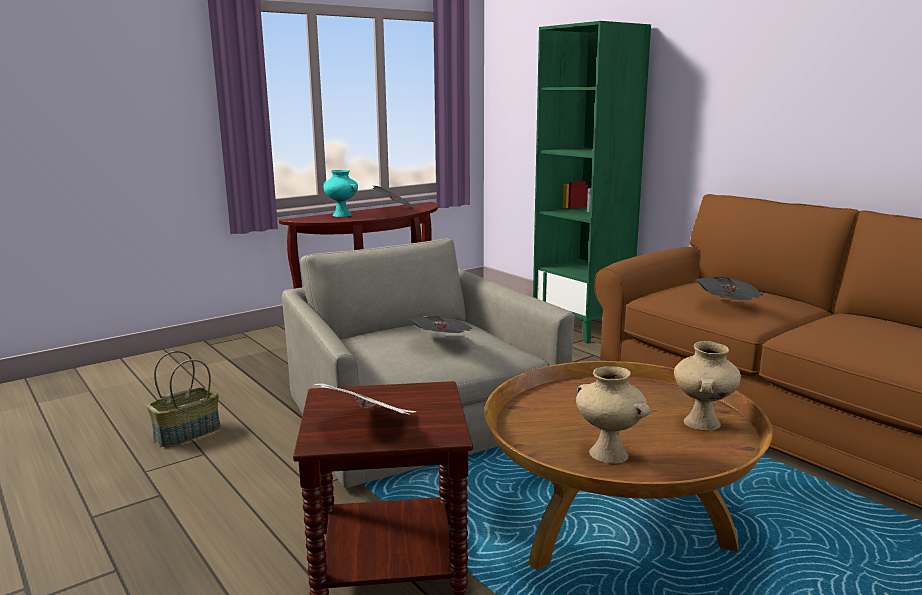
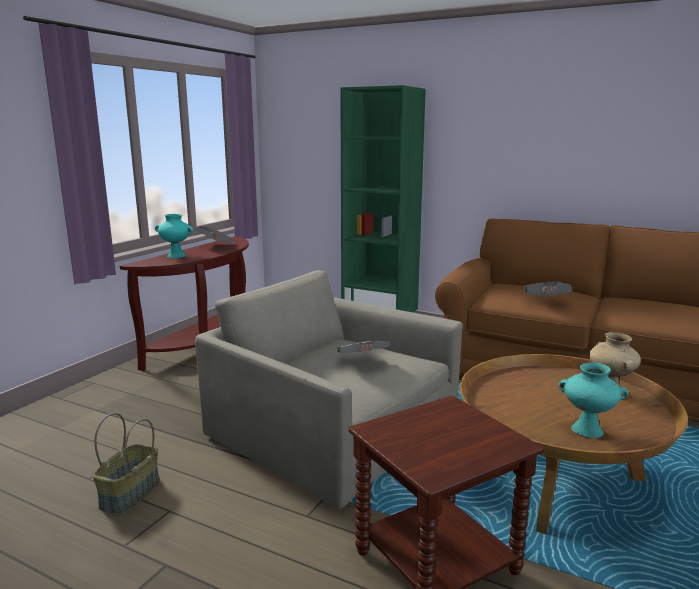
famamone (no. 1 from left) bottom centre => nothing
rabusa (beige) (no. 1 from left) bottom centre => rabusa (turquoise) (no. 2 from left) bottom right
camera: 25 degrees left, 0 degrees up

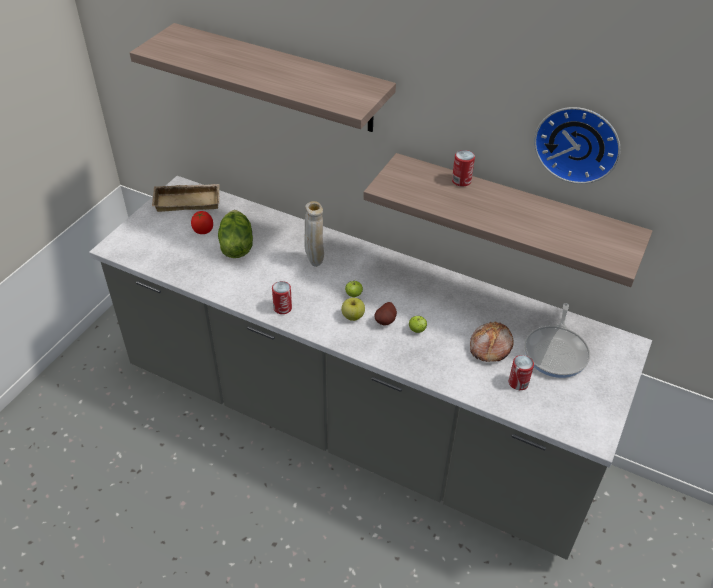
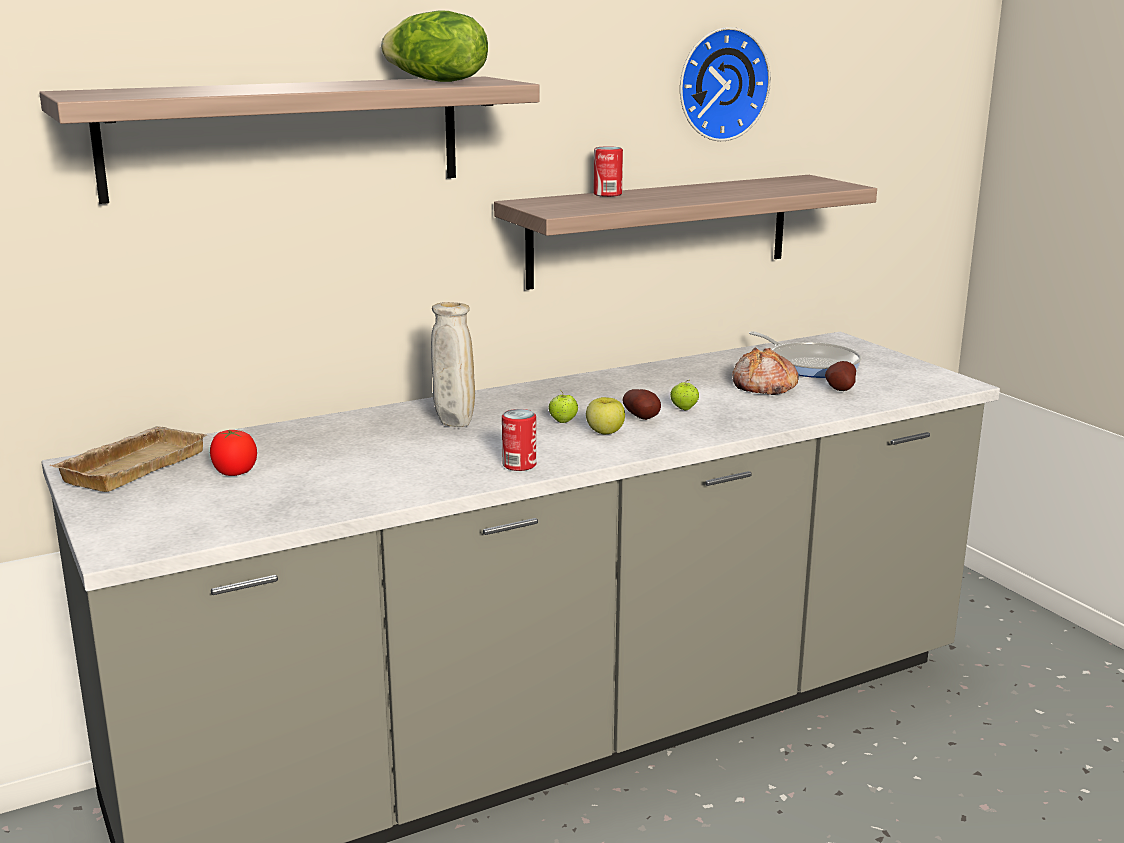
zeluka middle left => zeluka top centre, relocated
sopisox (no. 3 from left) middle right => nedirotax (no. 2 from left) middle right
camera: 55 degrees left, 25 degrees down

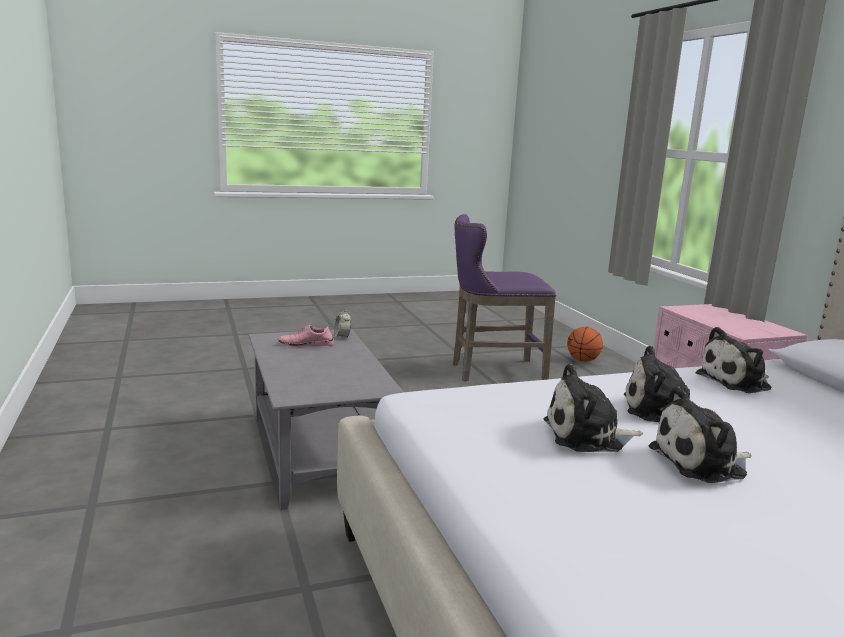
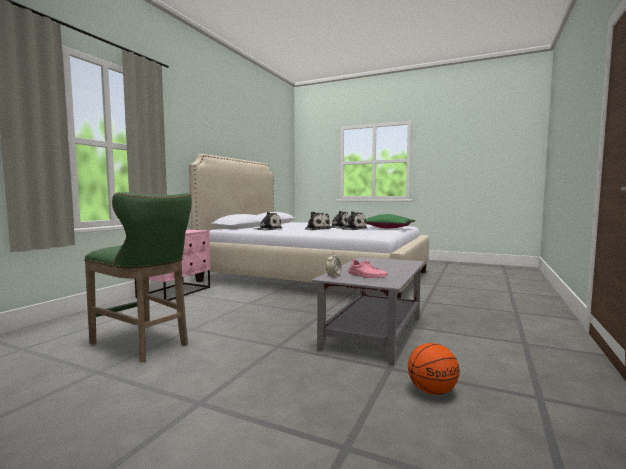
nothing => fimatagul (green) centre
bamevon middle right => bamevon bottom right, relocated
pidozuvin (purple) centre => pidozuvin (green) middle left
camera: 135 degrees left, 10 degrees down

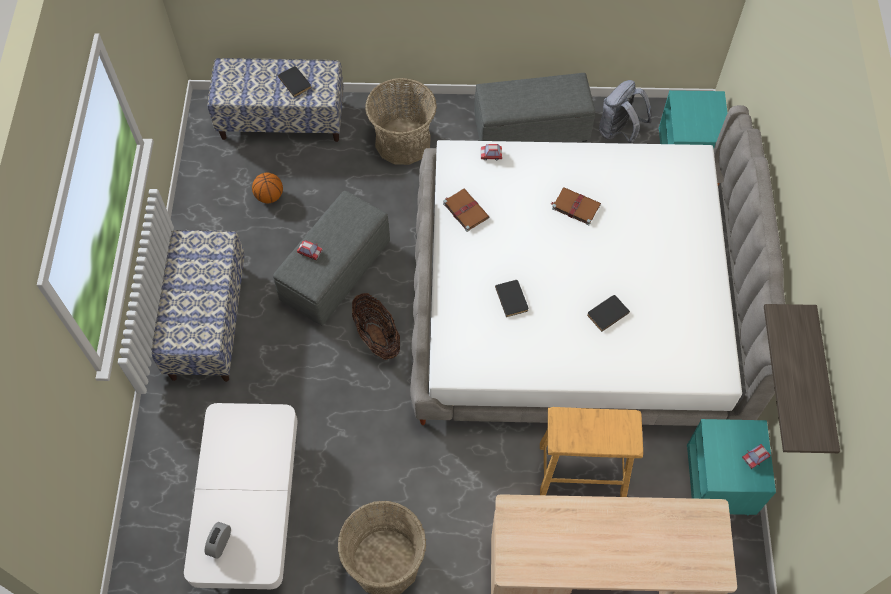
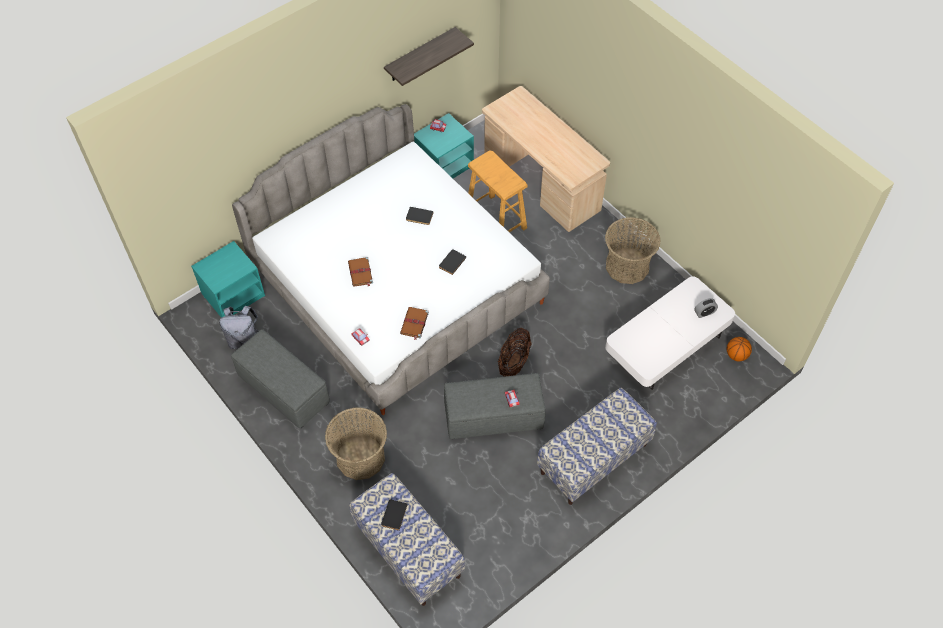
bamevon top left => bamevon middle right, relocated
camera: 130 degrees left, 5 degrees down

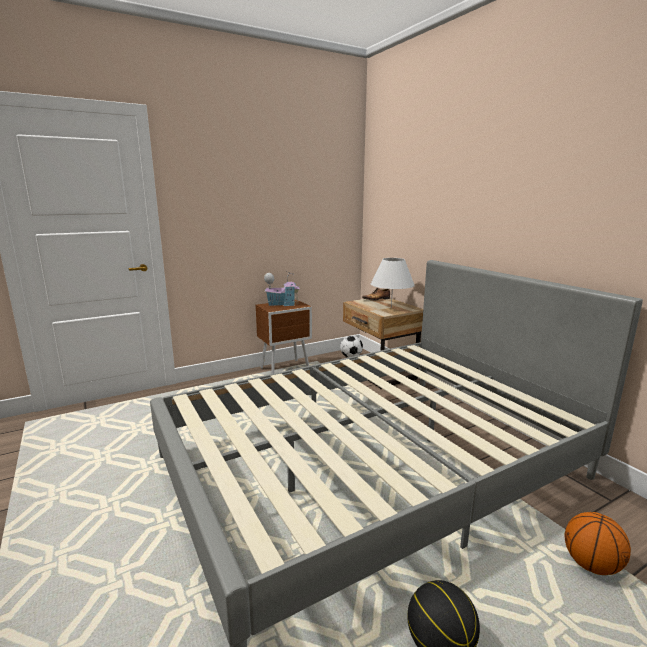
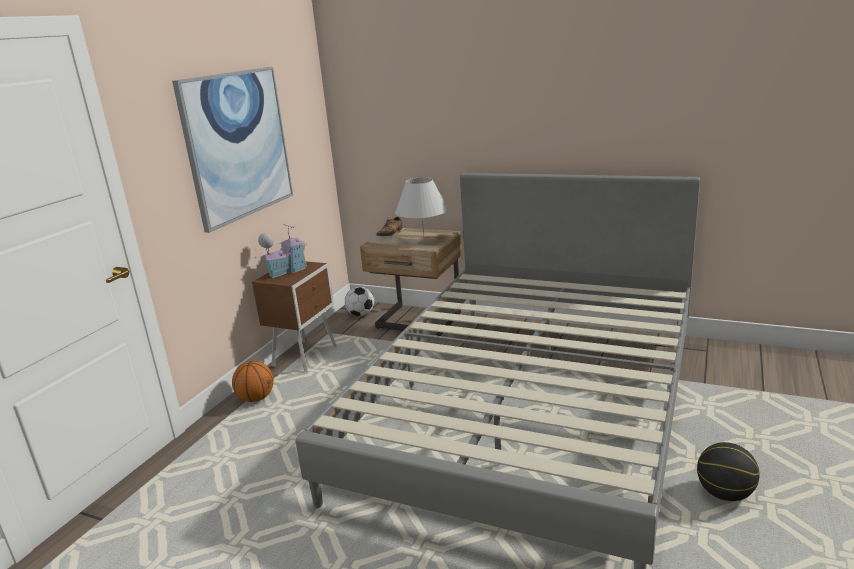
nothing => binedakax top left
bamevon (no. 2 from left in the first image) bottom right => bamevon (no. 1 from left) bottom left, relocated
camera: 35 degrees left, 5 degrees up

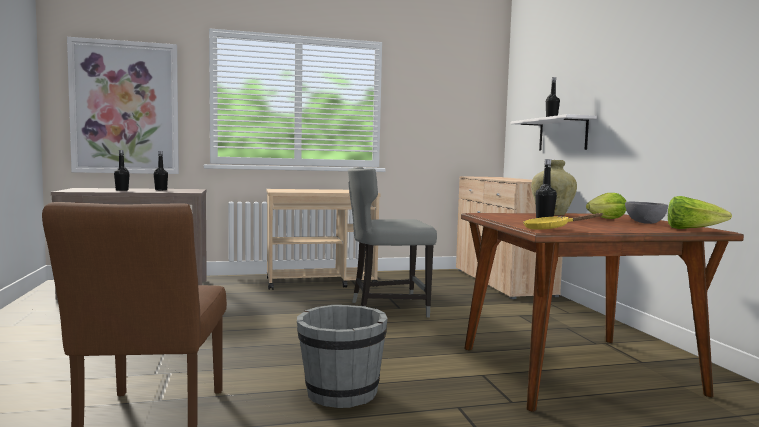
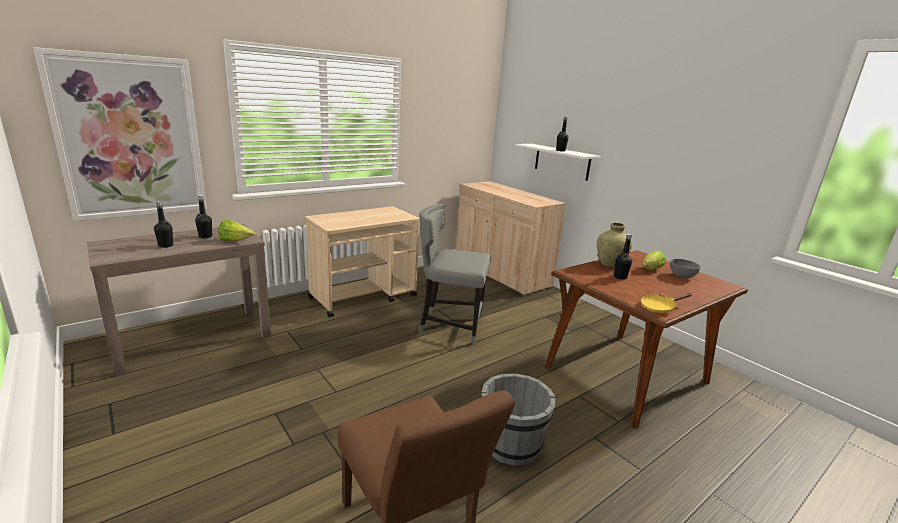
zeluka (no. 2 from left in the first image) middle right => zeluka (no. 1 from left) middle left, relocated
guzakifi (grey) centre, 45 degrees clockwise
camera: 25 degrees left, 15 degrees up

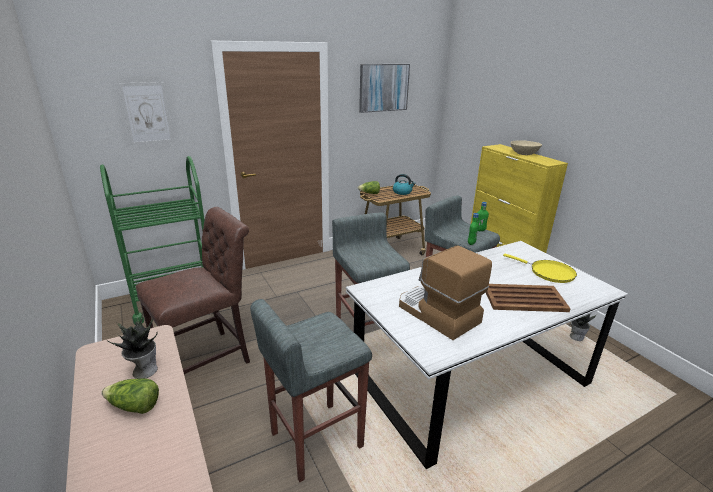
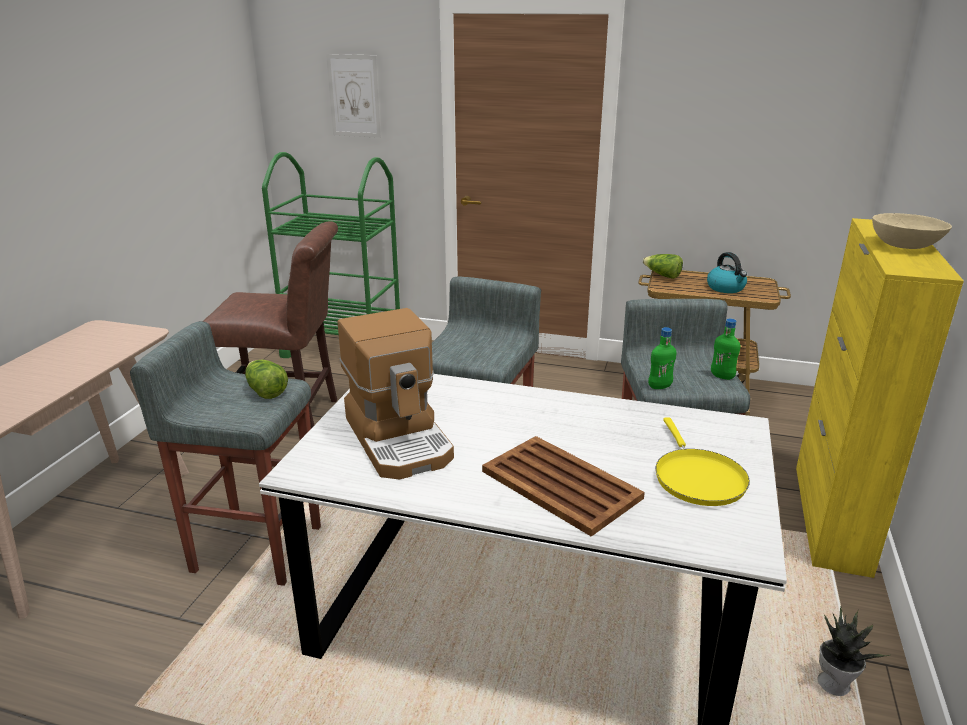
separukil (no. 1 from left) bottom left => nothing
binedakax (no. 2 from left) top centre => nothing
zeluka (no. 1 from left) bottom left => zeluka (no. 1 from left) middle left, relocated
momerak centre, 150 degrees clockwise
camera: 45 degrees right, 0 degrees up

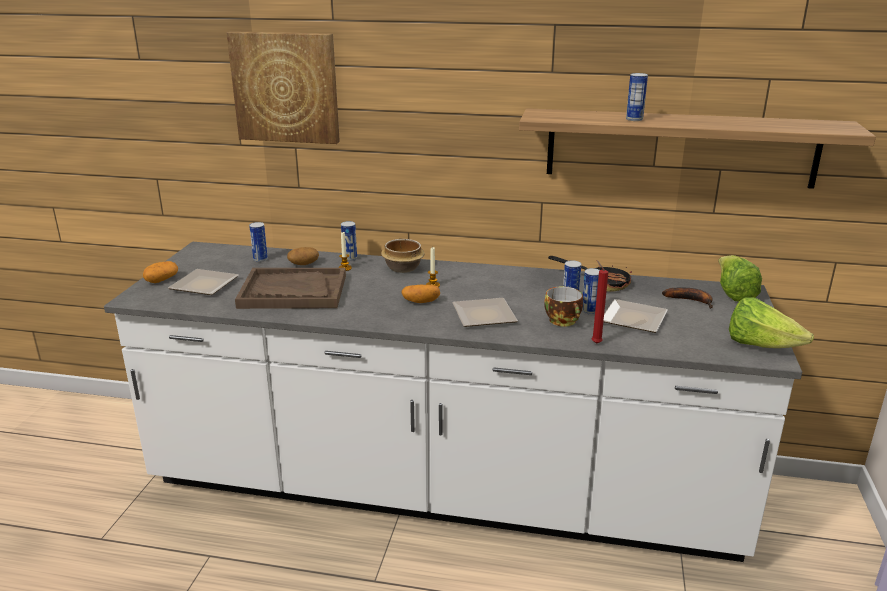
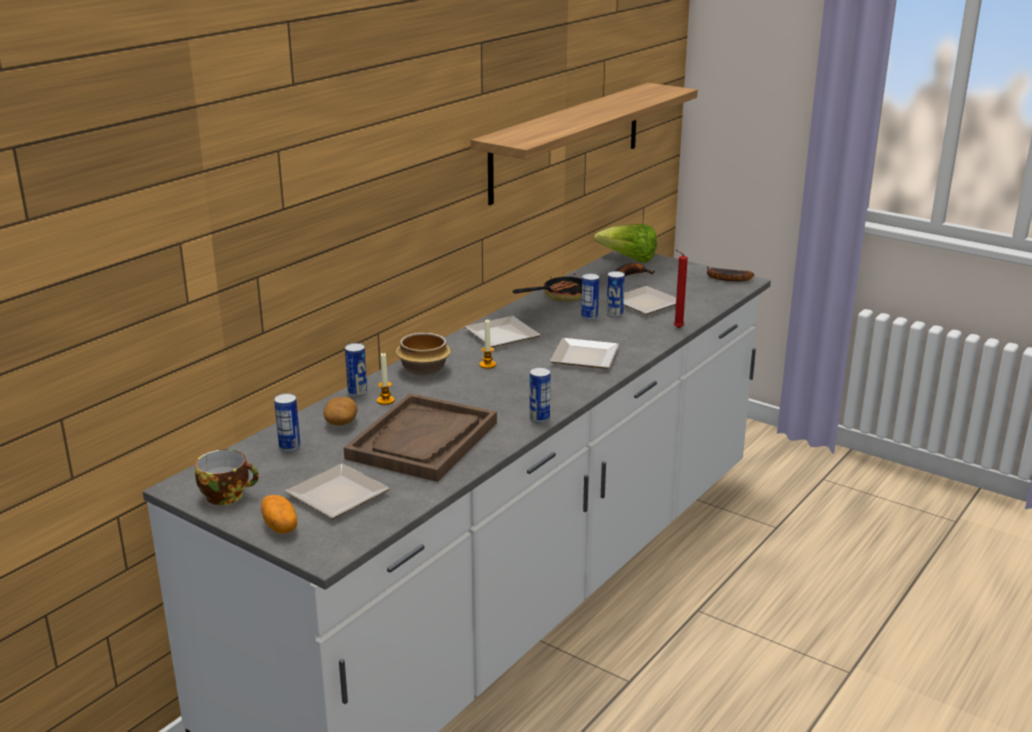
binedakax top left => nothing
nedirotax (no. 3 from left) centre => nothing
nothing => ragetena (no. 2 from left) centre
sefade centre => sefade middle left, relocated
sopisox (no. 5 from left in the first image) top right => sopisox (no. 3 from left) centre, relocated
zeluka (no. 2 from left) middle right => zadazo (no. 2 from left) middle right
camera: 65 degrees left, 0 degrees up

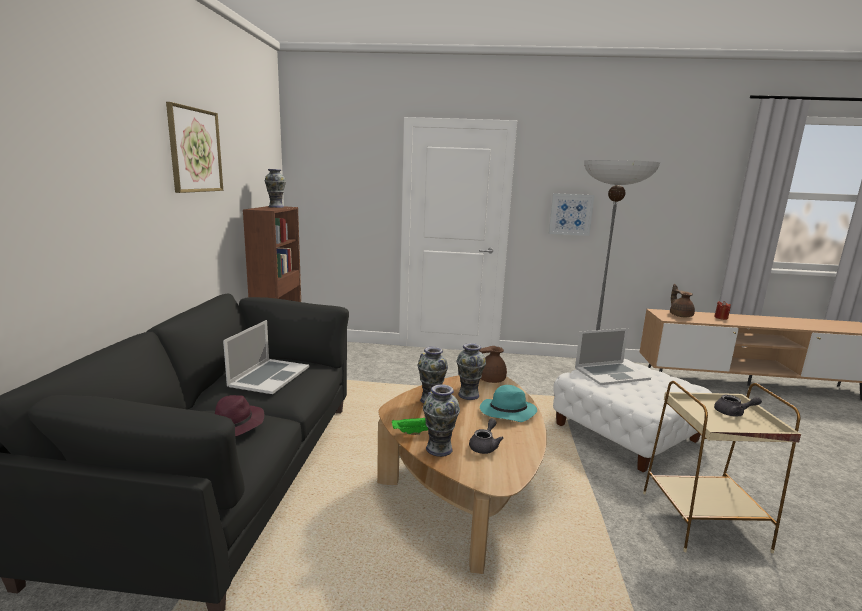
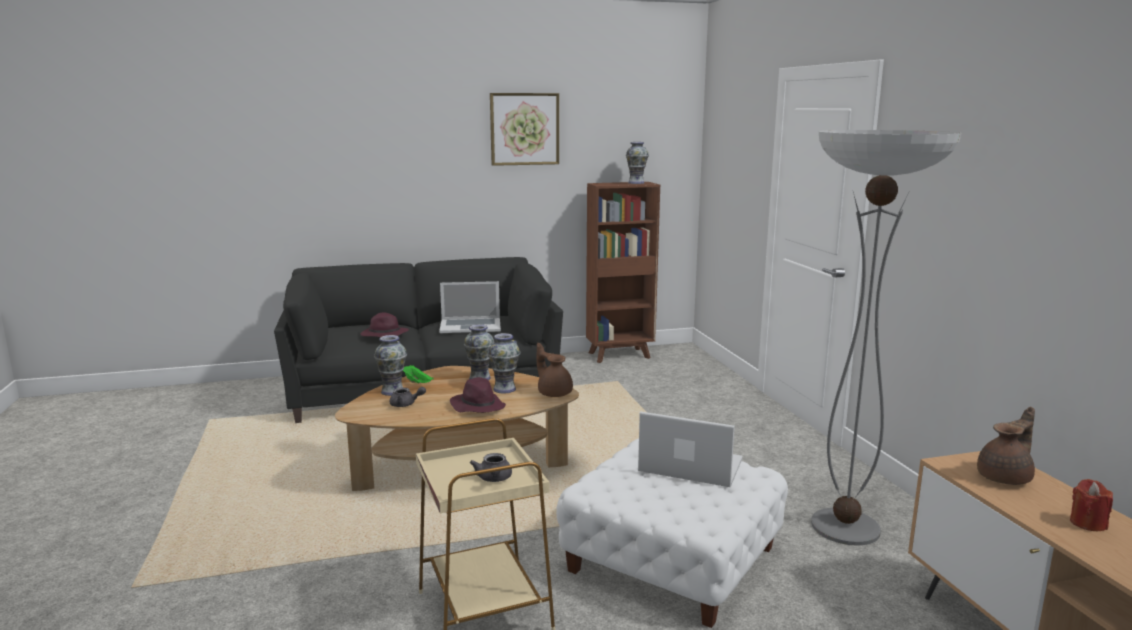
binedakax (no. 2 from left) centre => nothing
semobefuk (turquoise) centre => semobefuk (purple) (no. 2 from left) centre
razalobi (no. 2 from left) middle right => razalobi (no. 2 from left) bottom centre, 150 degrees clockwise
camera: 70 degrees right, 0 degrees up

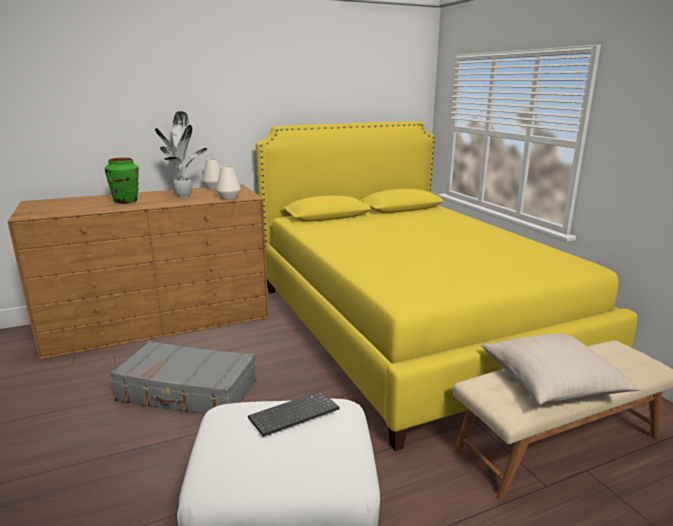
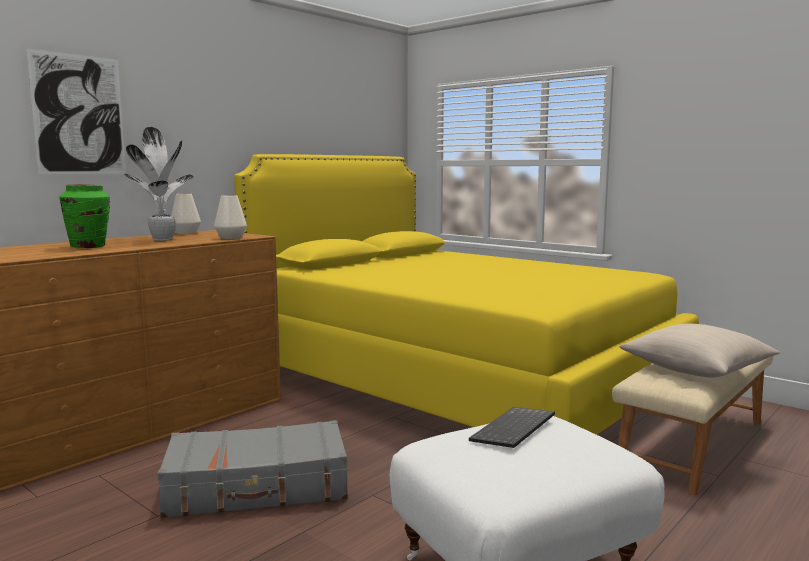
nothing => binedakax top left
camera: 25 degrees left, 10 degrees down

